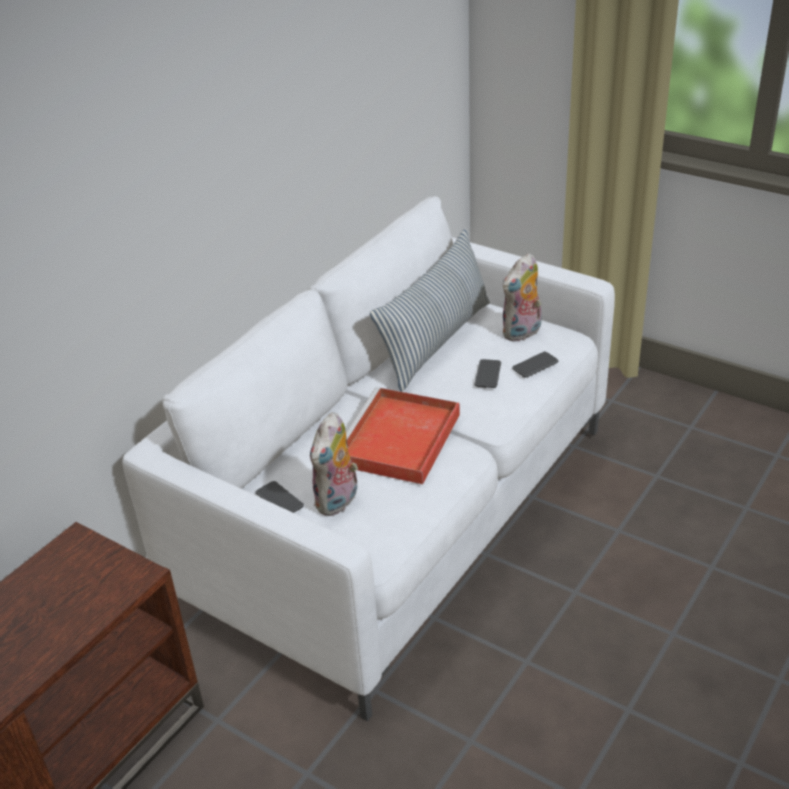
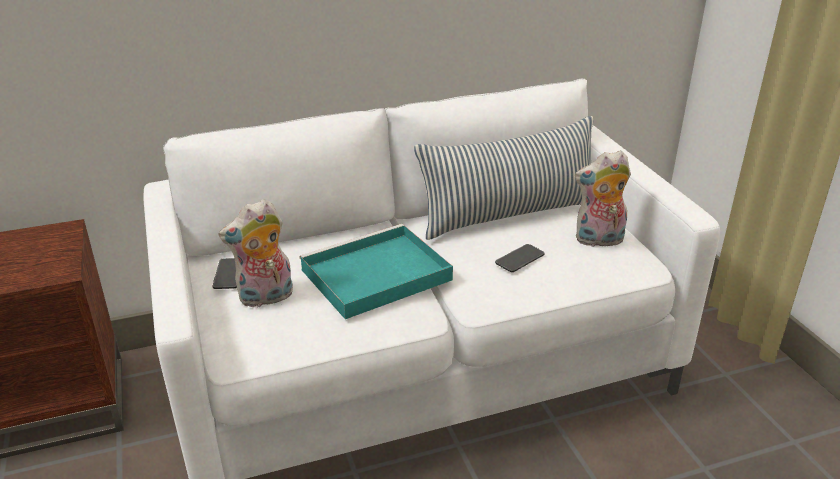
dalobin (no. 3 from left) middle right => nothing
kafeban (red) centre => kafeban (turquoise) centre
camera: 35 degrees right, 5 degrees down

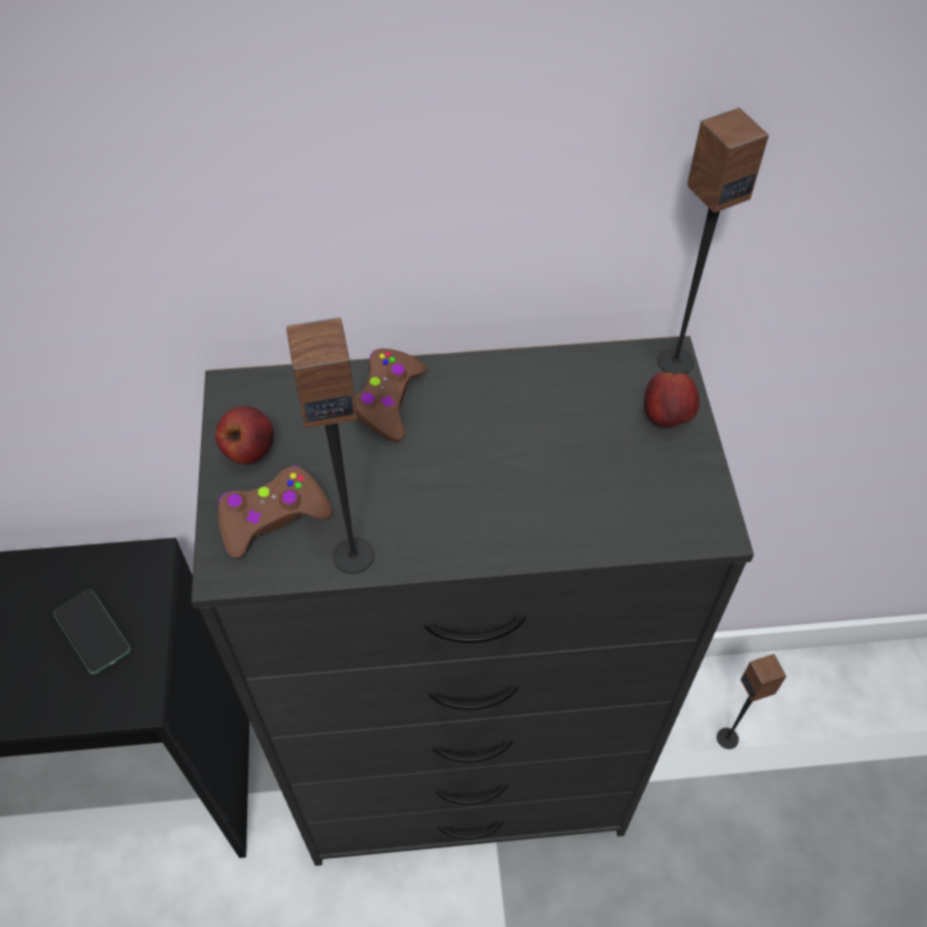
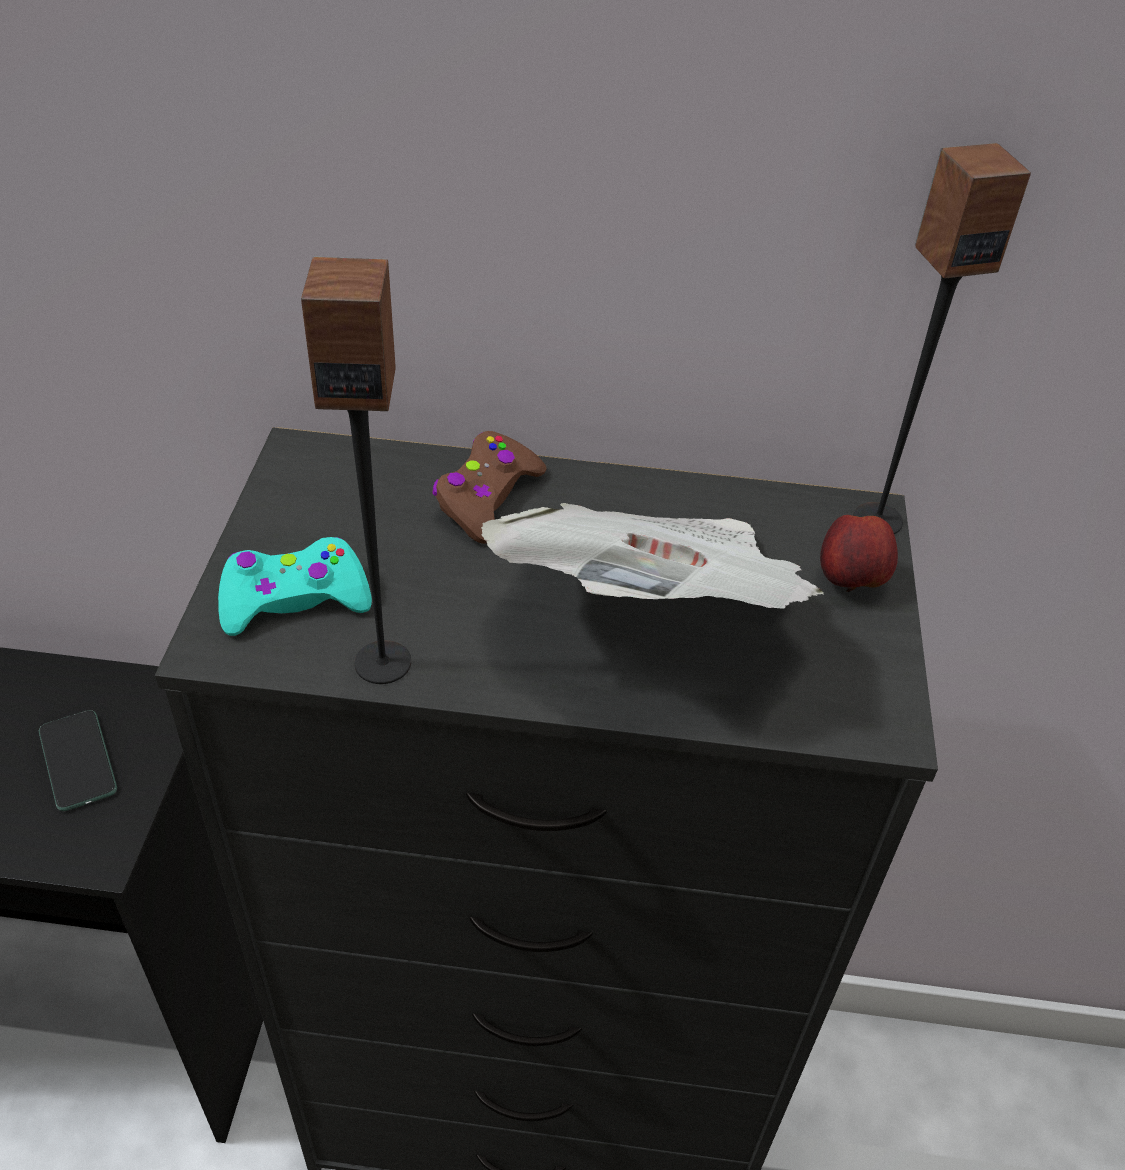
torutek (no. 1 from left) middle left => nothing
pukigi (no. 3 from left) bottom right => nothing
nothing => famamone centre
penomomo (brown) (no. 1 from left) middle left => penomomo (turquoise) middle left
camera: 10 degrees right, 10 degrees down

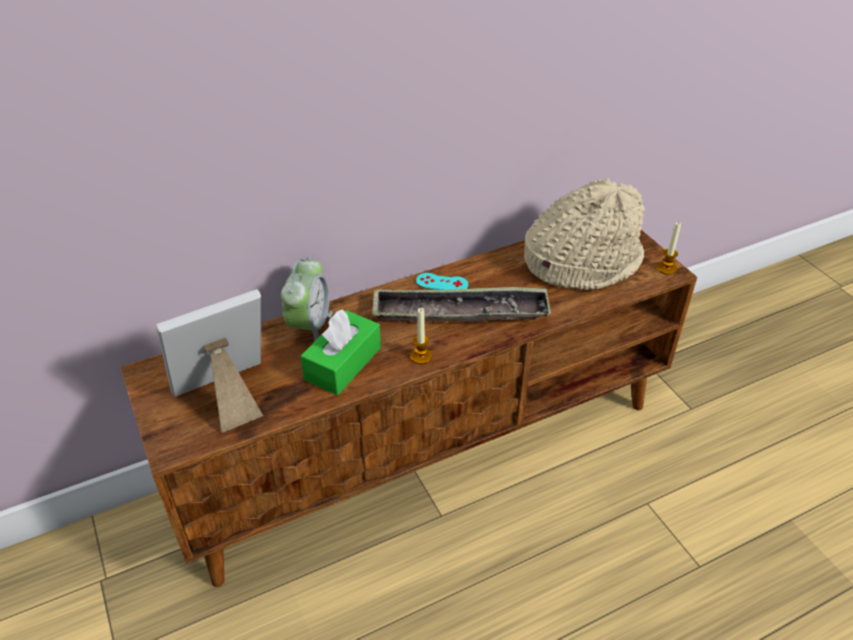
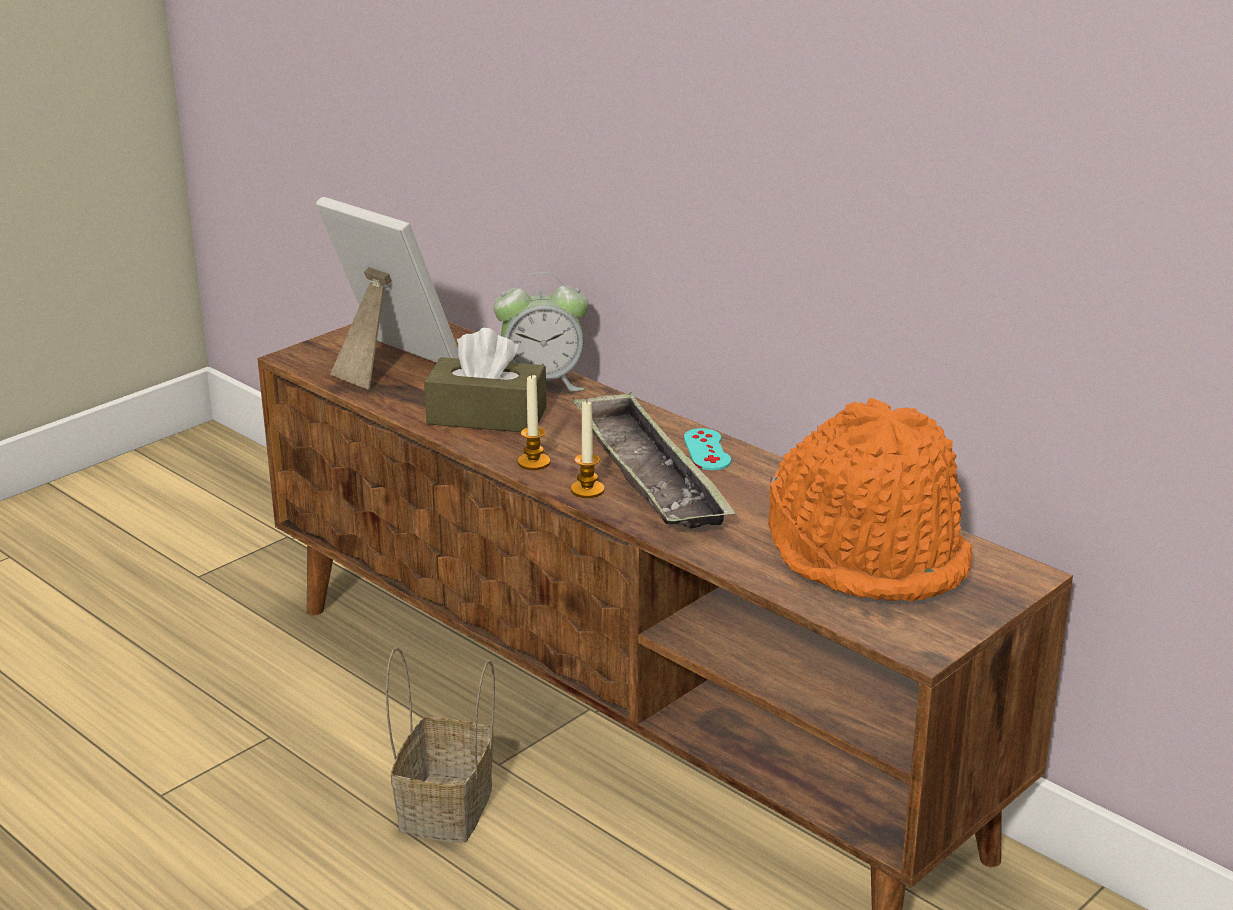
nothing => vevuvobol bottom centre
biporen (no. 2 from left) middle right => biporen (no. 2 from left) centre, relocated
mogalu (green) centre => mogalu (brown) centre
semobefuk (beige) middle right => semobefuk (orange) middle right
camera: 70 degrees right, 15 degrees down

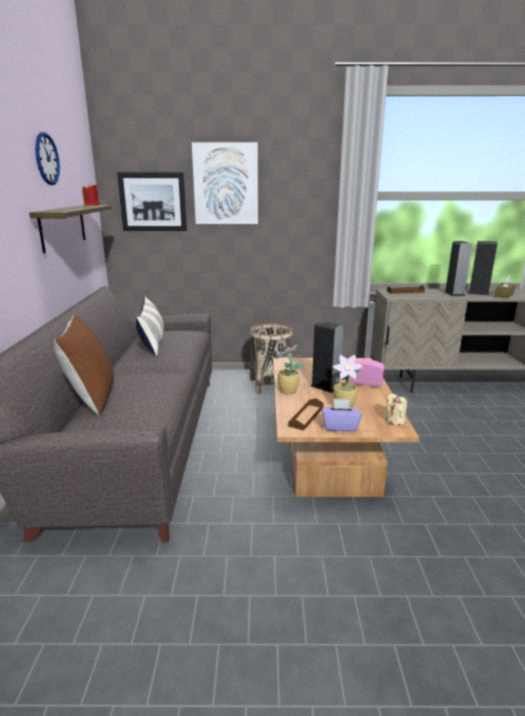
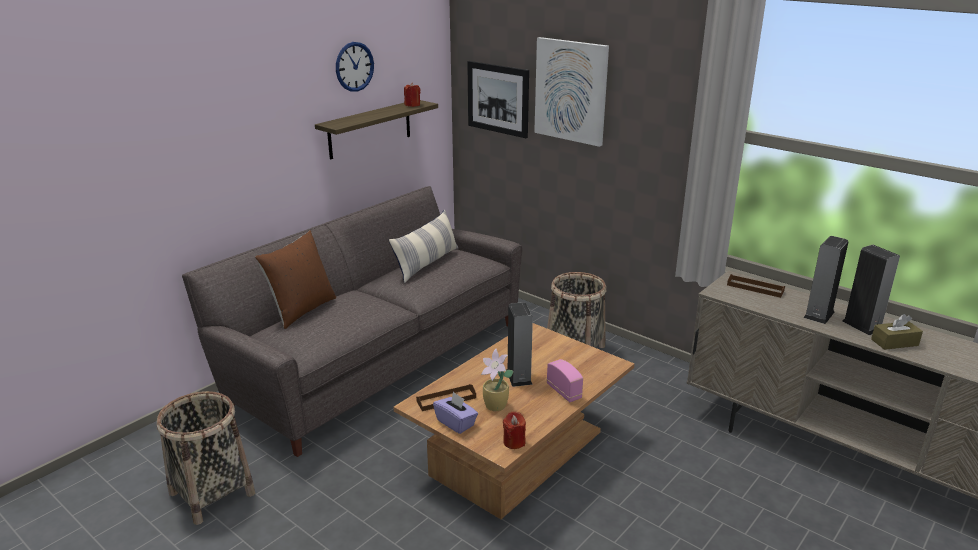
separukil (no. 1 from left) centre => nothing
nothing => vevuvobol (no. 1 from left) bottom left
biporen (beige) middle right => biporen (red) (no. 2 from left) bottom centre
camera: 40 degrees right, 5 degrees up

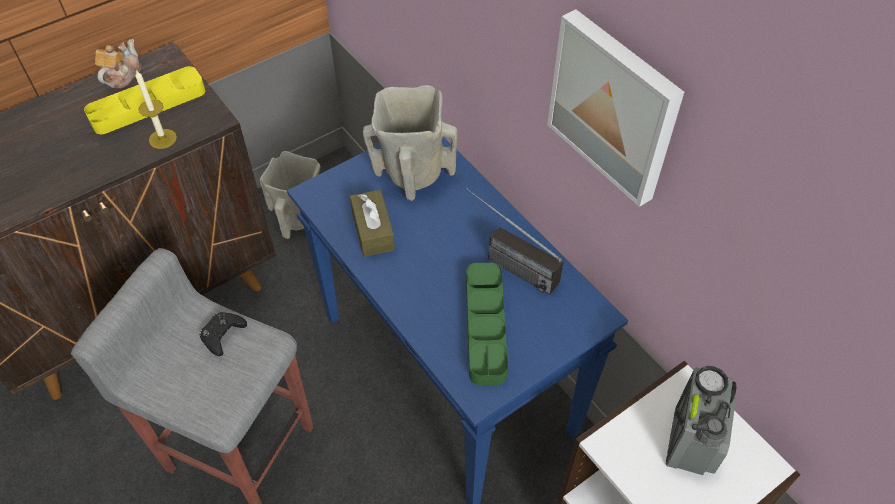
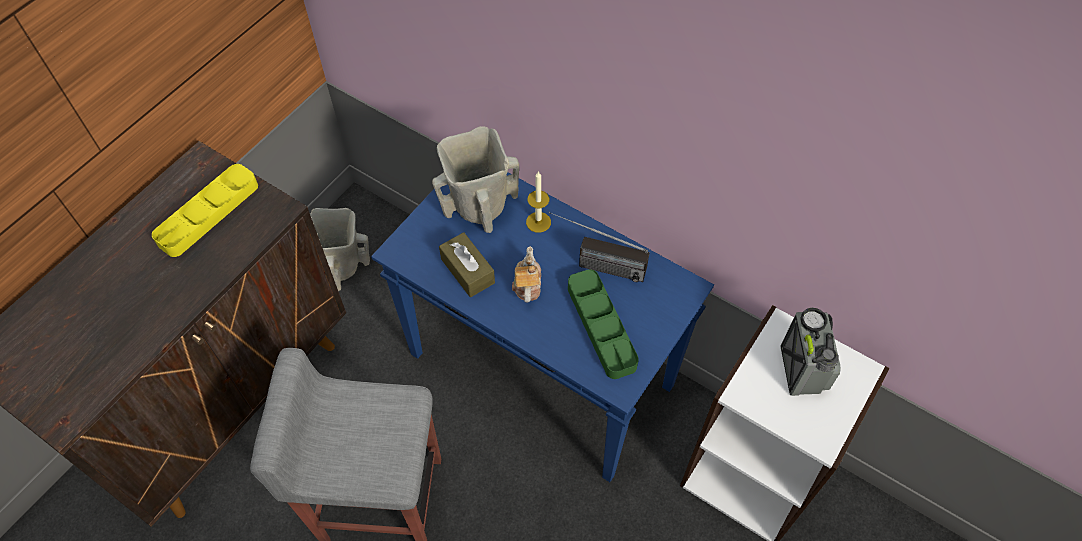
penomomo (black) middle left => nothing
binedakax top right => nothing
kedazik top left => kedazik centre, relocated
biporen top left => biporen centre, relocated
camera: 20 degrees left, 5 degrees up

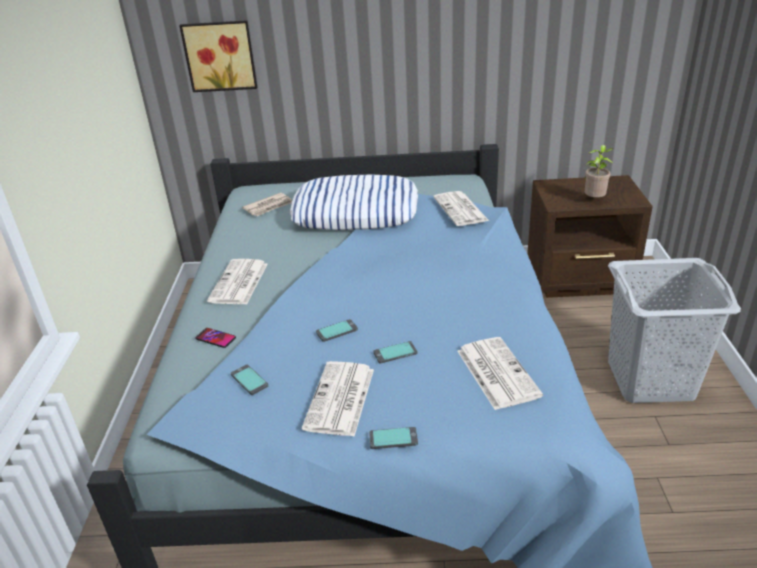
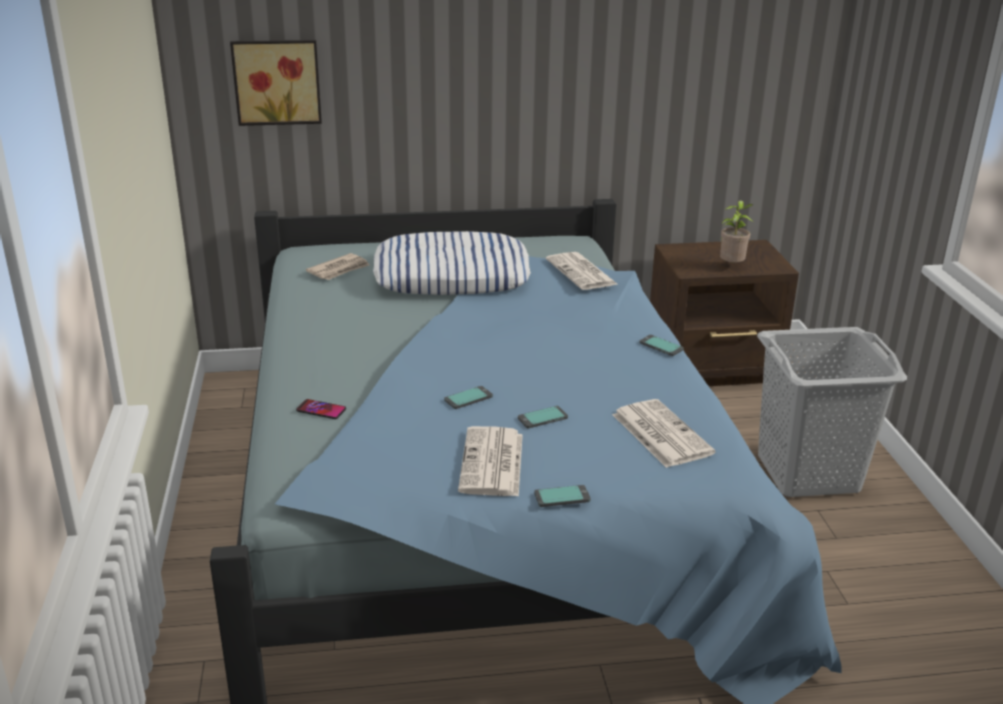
famamone (no. 1 from left) middle left => nothing
dalobin (no. 2 from left in the first image) bottom left => dalobin (no. 5 from left) centre, relocated
camera: 10 degrees left, 5 degrees down

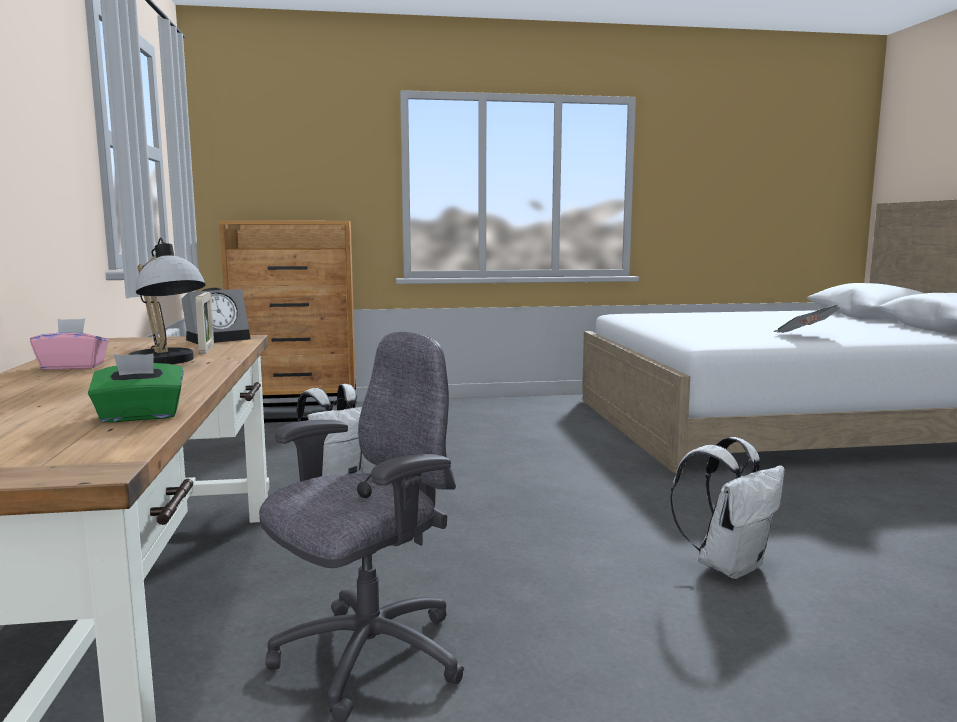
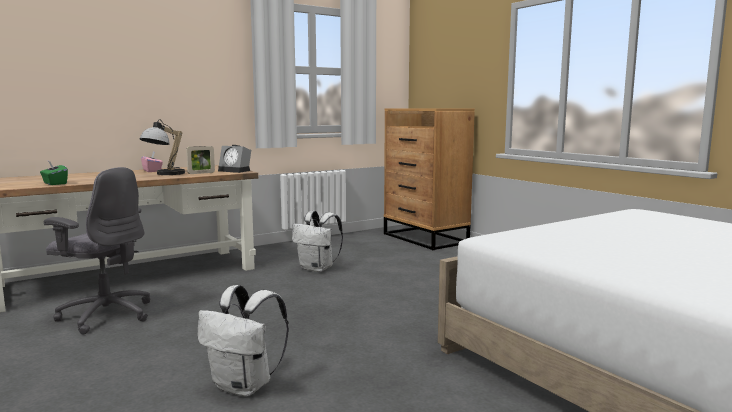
famamone middle right => nothing
camera: 65 degrees right, 0 degrees up

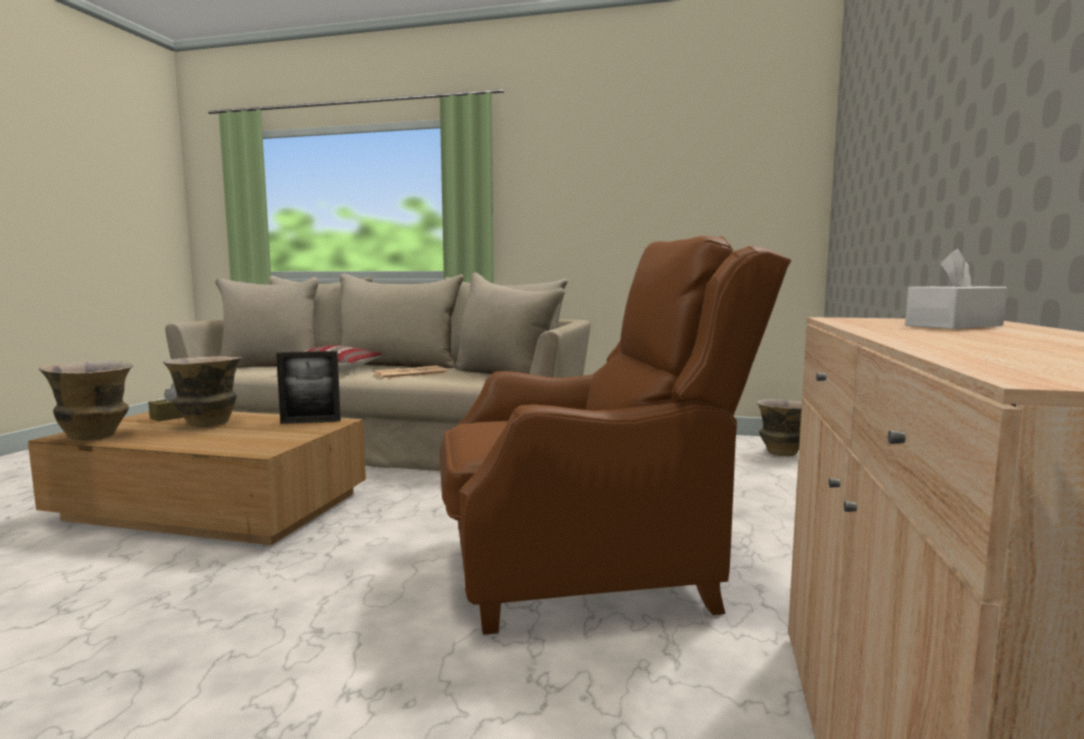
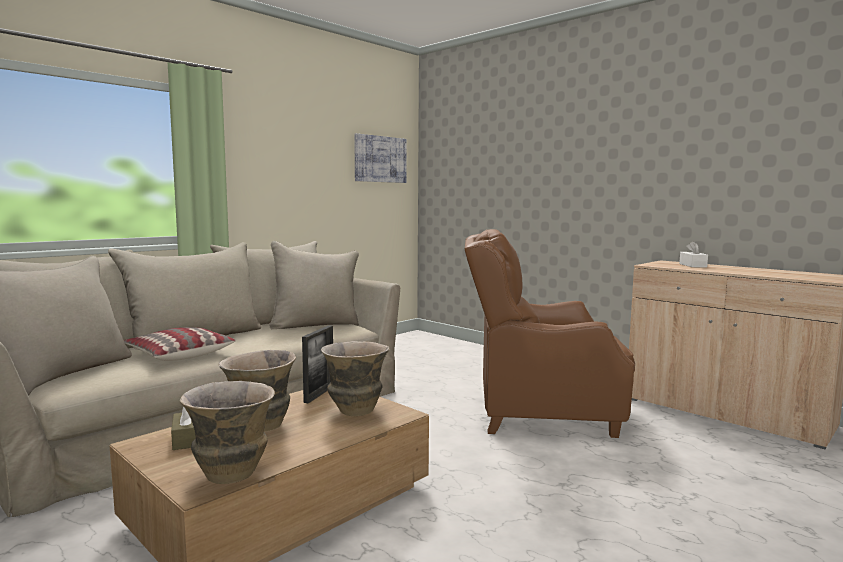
famamone centre => nothing
nothing => binedakax top centre
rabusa (no. 3 from left) middle right => rabusa (no. 3 from left) bottom centre, relocated
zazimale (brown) centre, 105 degrees counterclockwise
camera: 60 degrees left, 0 degrees up

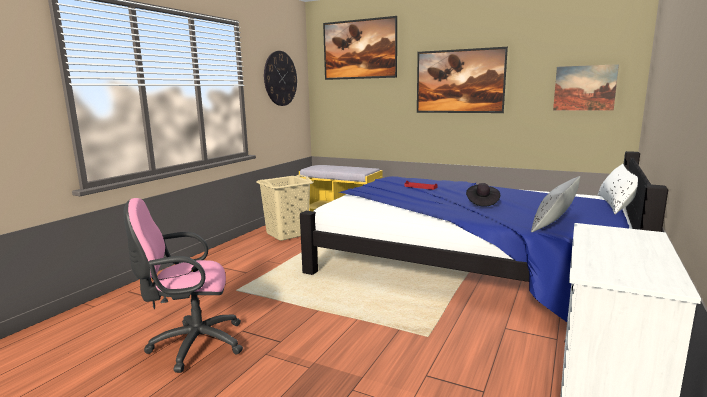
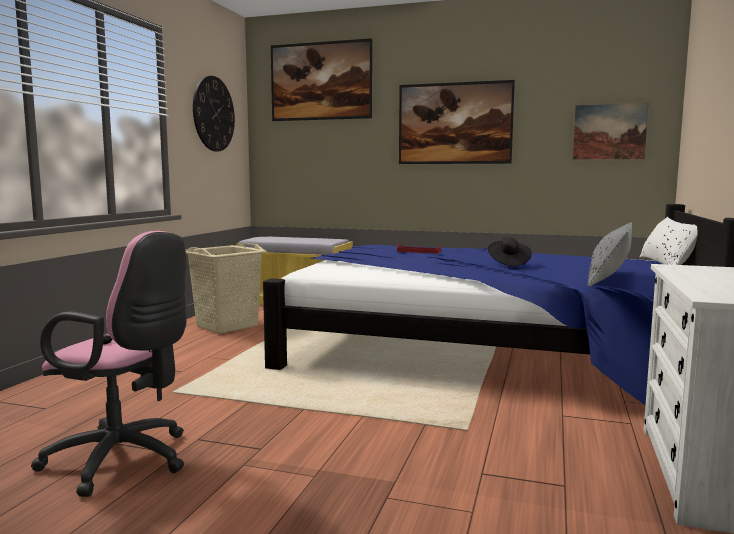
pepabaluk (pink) bottom left, 135 degrees counterclockwise
camera: 10 degrees left, 5 degrees down

